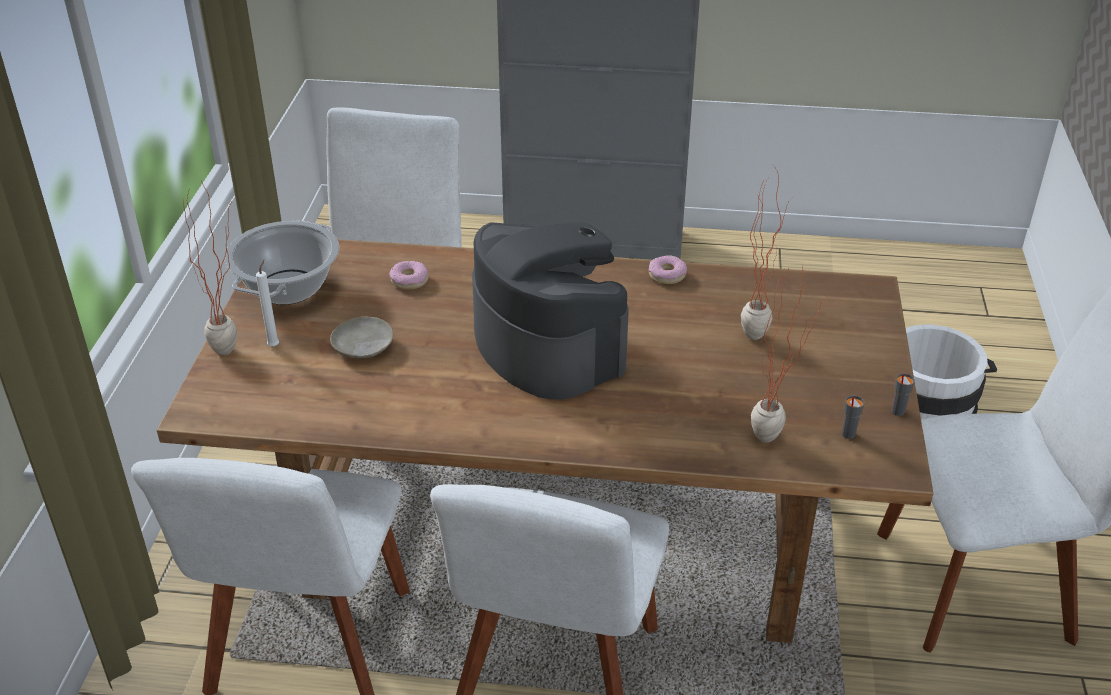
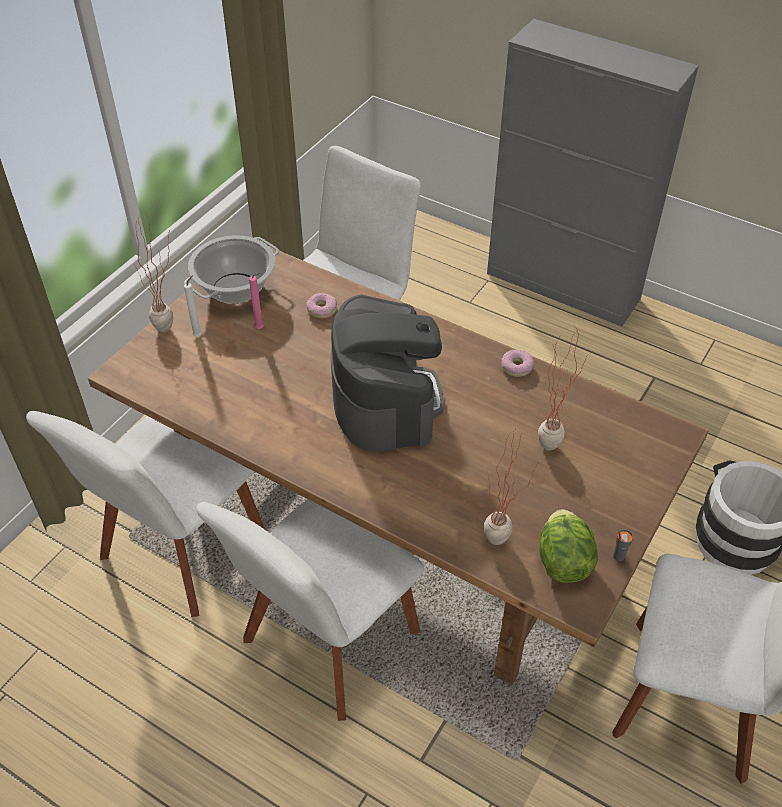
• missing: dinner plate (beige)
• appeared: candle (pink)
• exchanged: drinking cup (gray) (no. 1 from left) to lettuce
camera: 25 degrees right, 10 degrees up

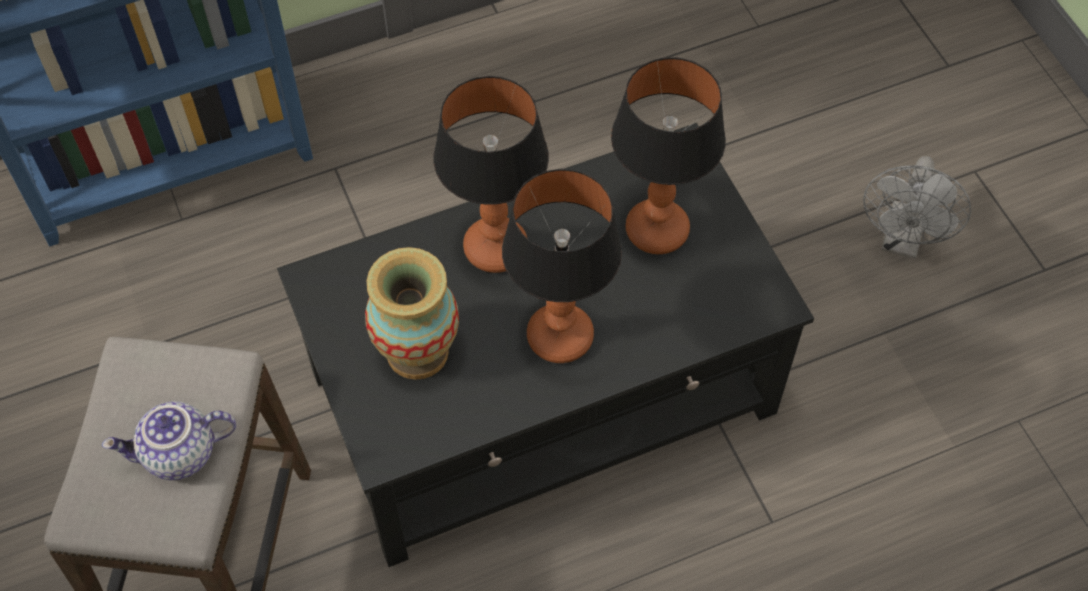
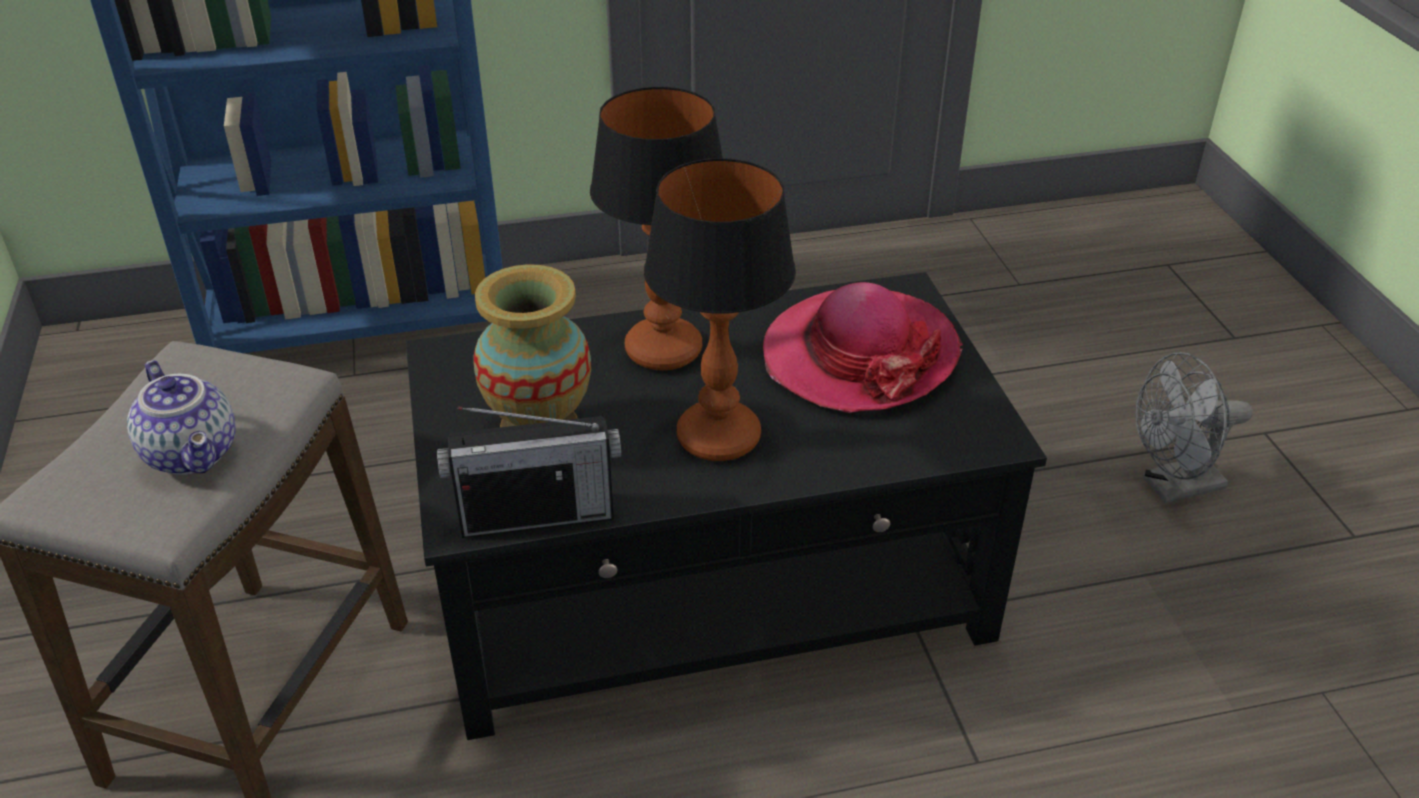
• appeared: radio receiver
• exchanged: tabletop lamp (no. 3 from left) to hat
• spun: pot for tea 120 degrees counterclockwise
• spun: cooling fan (gray) 45 degrees clockwise
camera: 10 degrees right, 20 degrees down

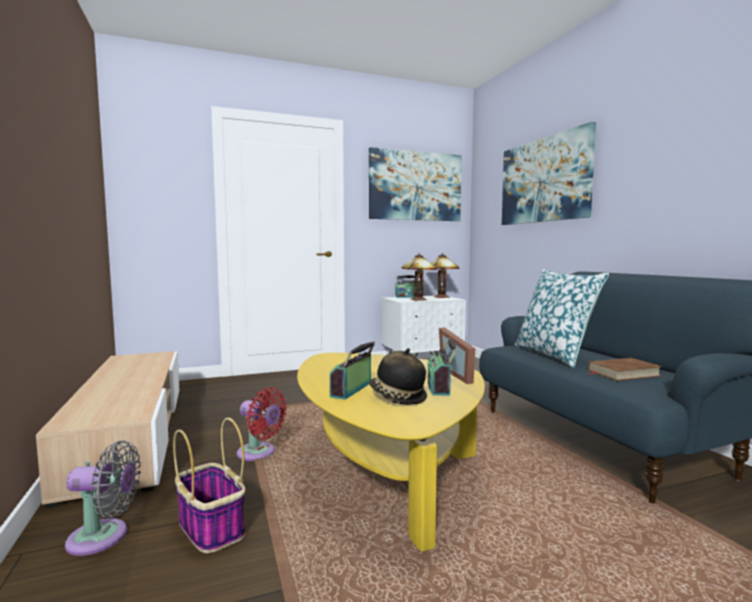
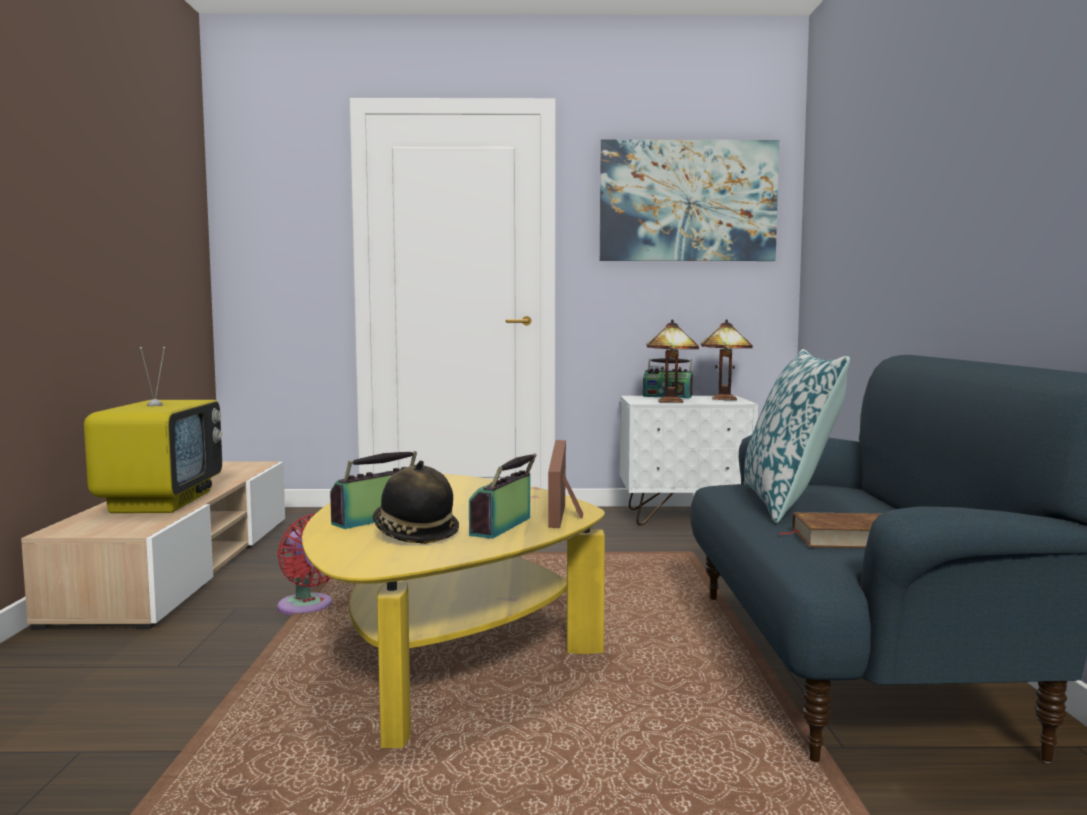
• missing: cooling fan (gray)
• missing: household basket
• missing: wall art (no. 2 from left)
• appeared: television
camera: 20 degrees right, 0 degrees up

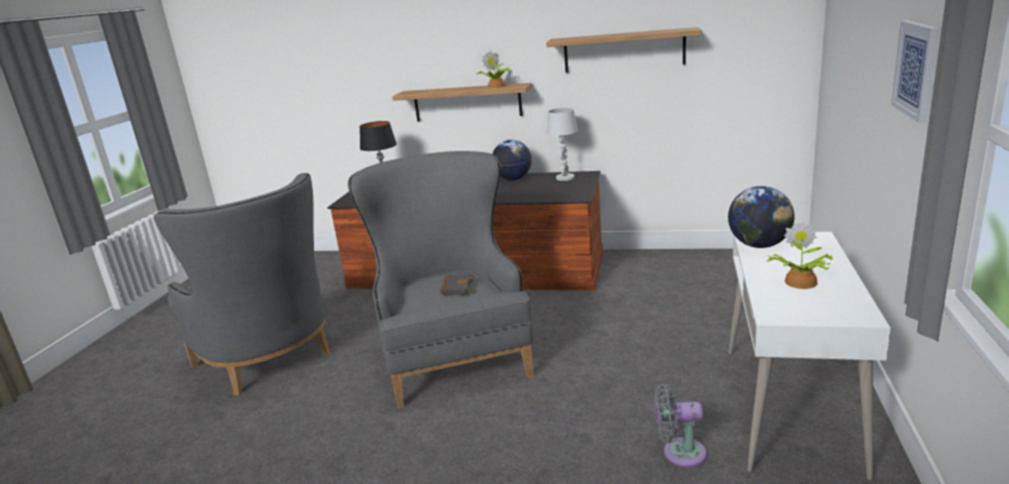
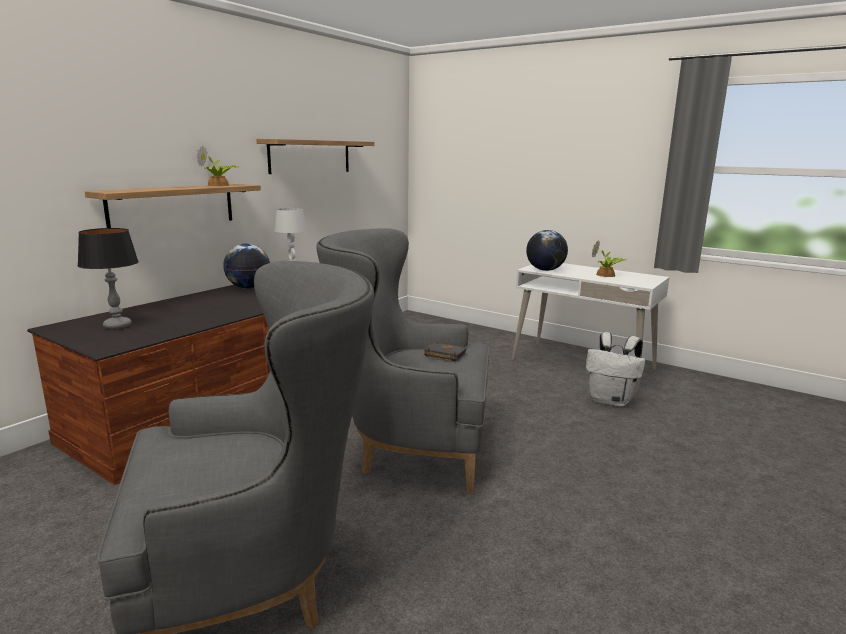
• missing: wall art
• exchanged: cooling fan (gray) to knapsack (whitish)
camera: 70 degrees left, 5 degrees down

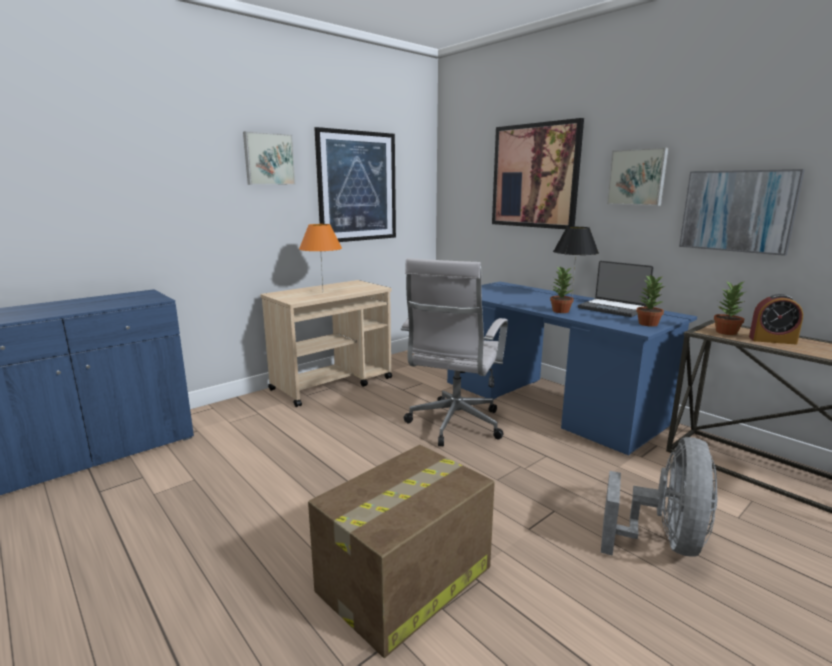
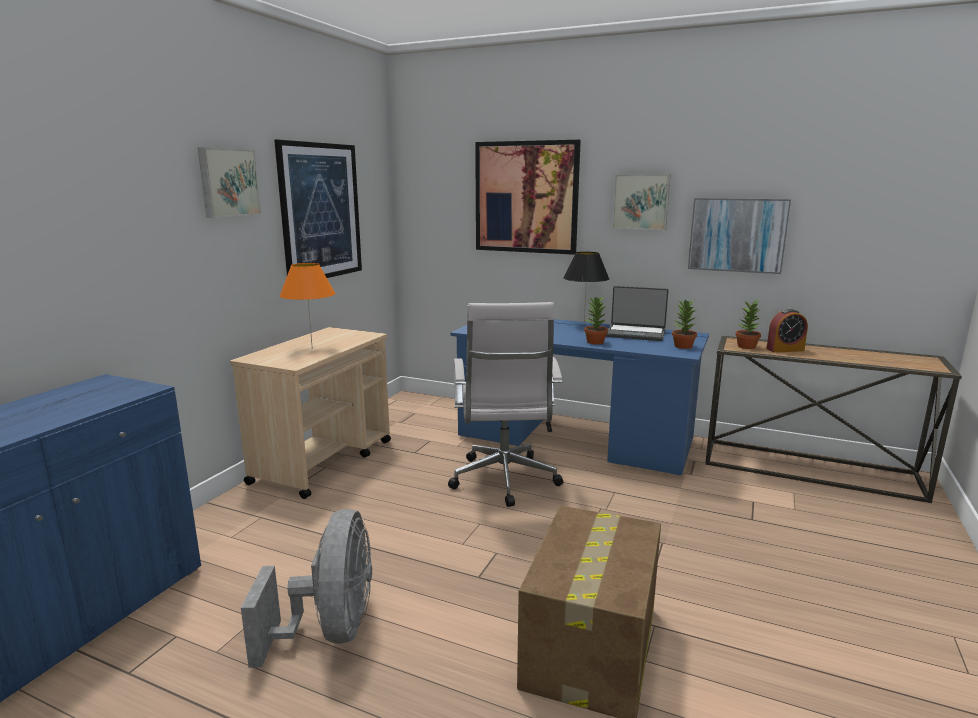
• relocated: cooling fan (gray)
camera: 25 degrees left, 0 degrees up

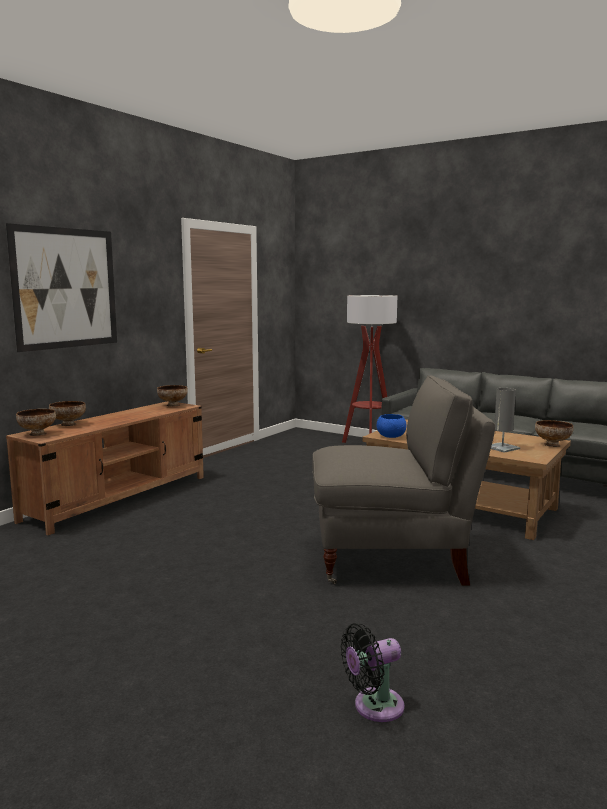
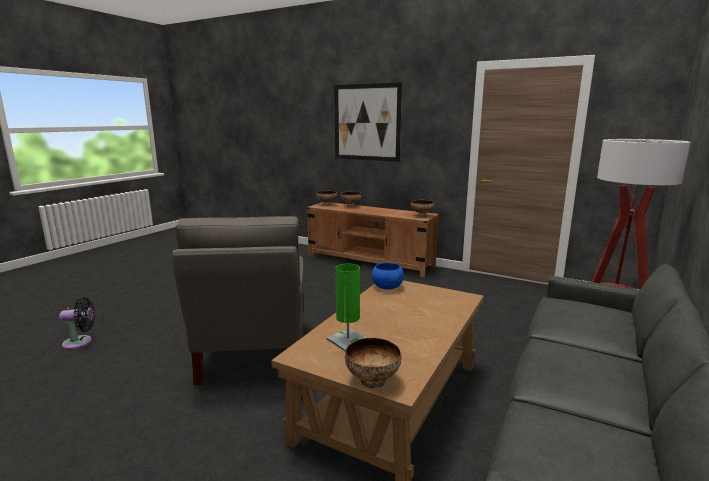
• colour: tabletop lamp (gray) to tabletop lamp (green-coloured)
• spun: cooling fan (black) 105 degrees clockwise
camera: 85 degrees right, 5 degrees up

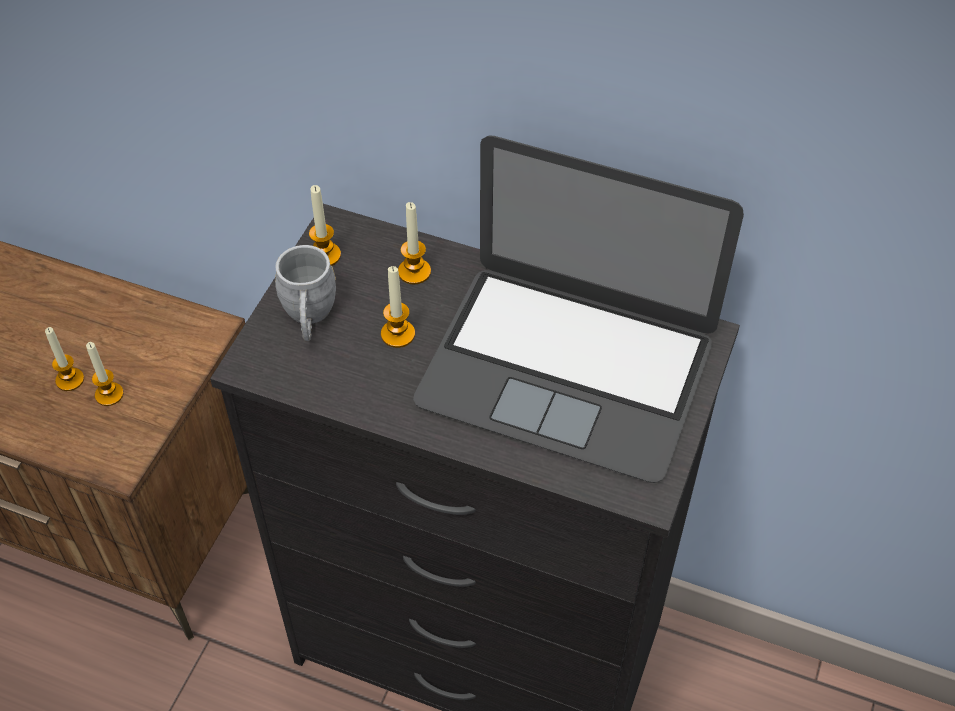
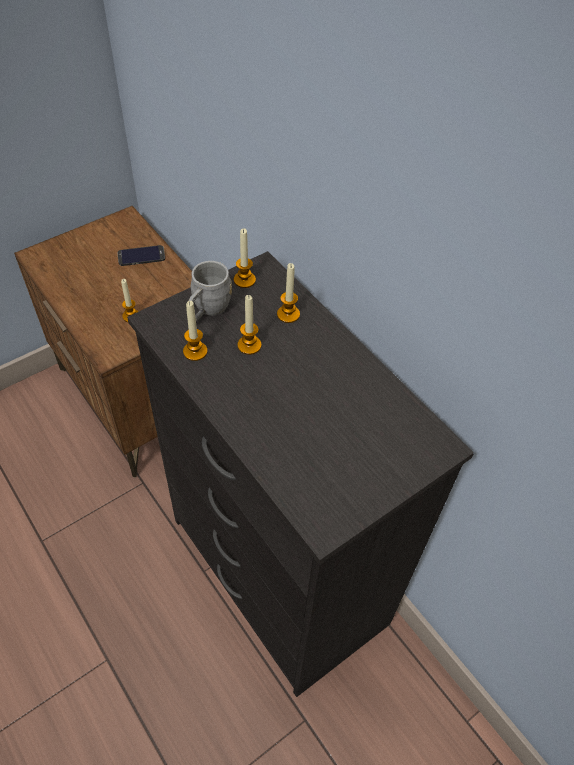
• missing: laptop
• appeared: phone
• relocated: candle (no. 1 from left in the first image) to candle (no. 2 from left)
camera: 30 degrees right, 0 degrees up

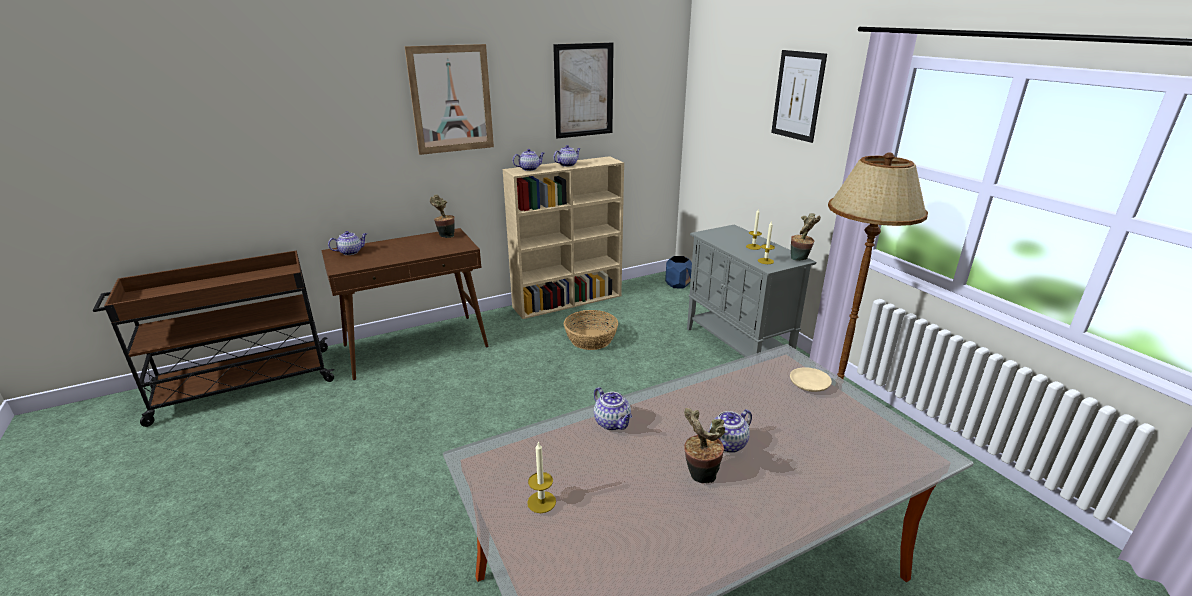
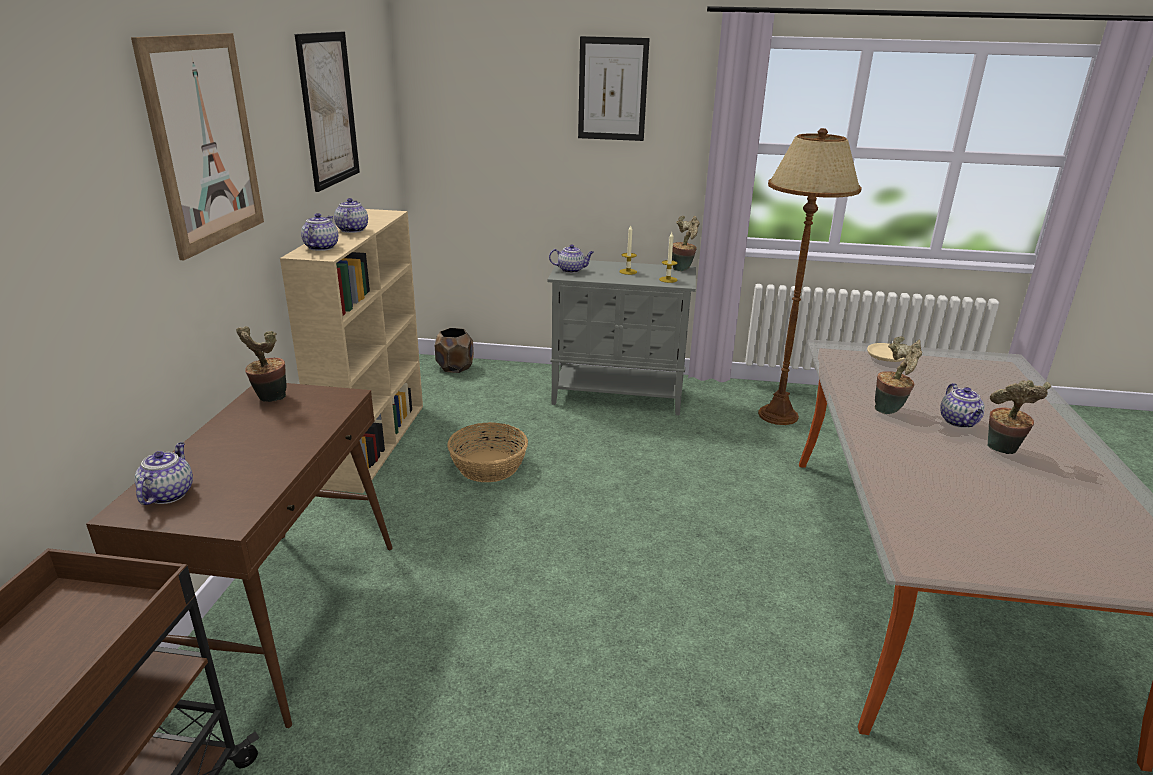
• missing: candle (no. 1 from left)
• appeared: houseplant (no. 3 from left)
• relocated: pot for tea (no. 4 from left)
• colour: flower pot (bluish) to flower pot (brownish)
camera: 55 degrees left, 0 degrees up

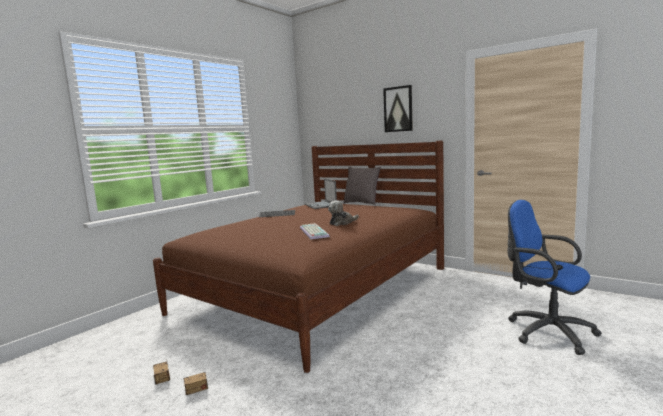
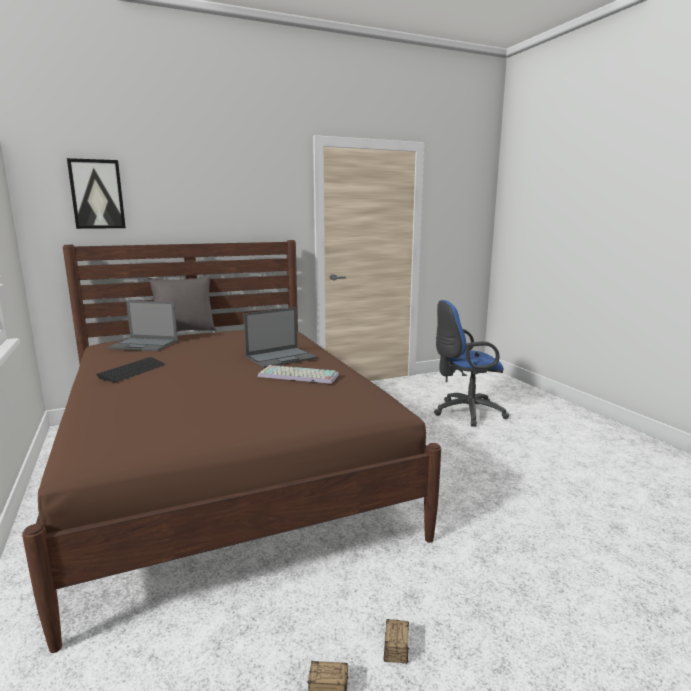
• relocated: wall art
• exchanged: plush toy to laptop (no. 2 from left)
camera: 60 degrees left, 5 degrees up

